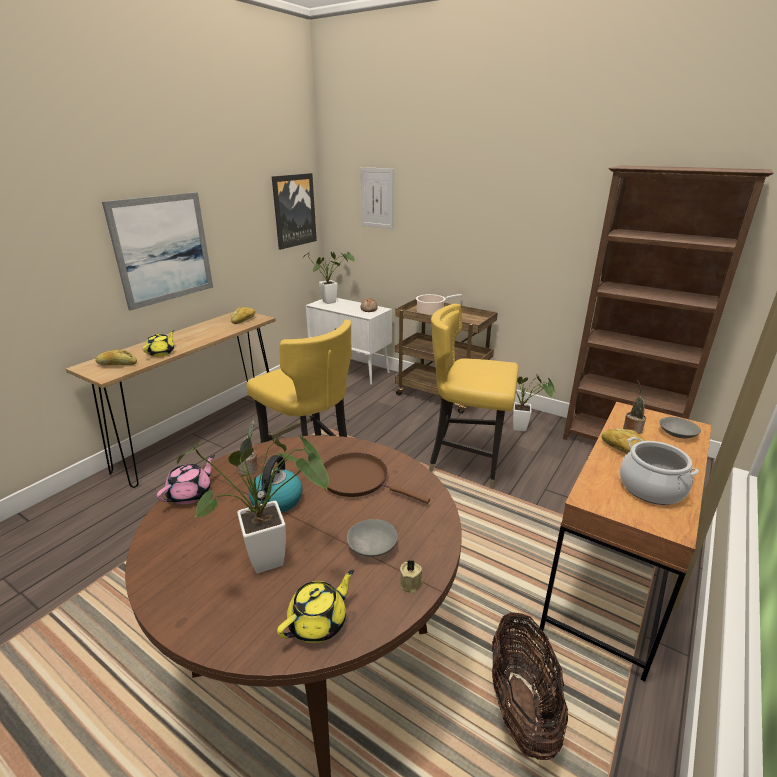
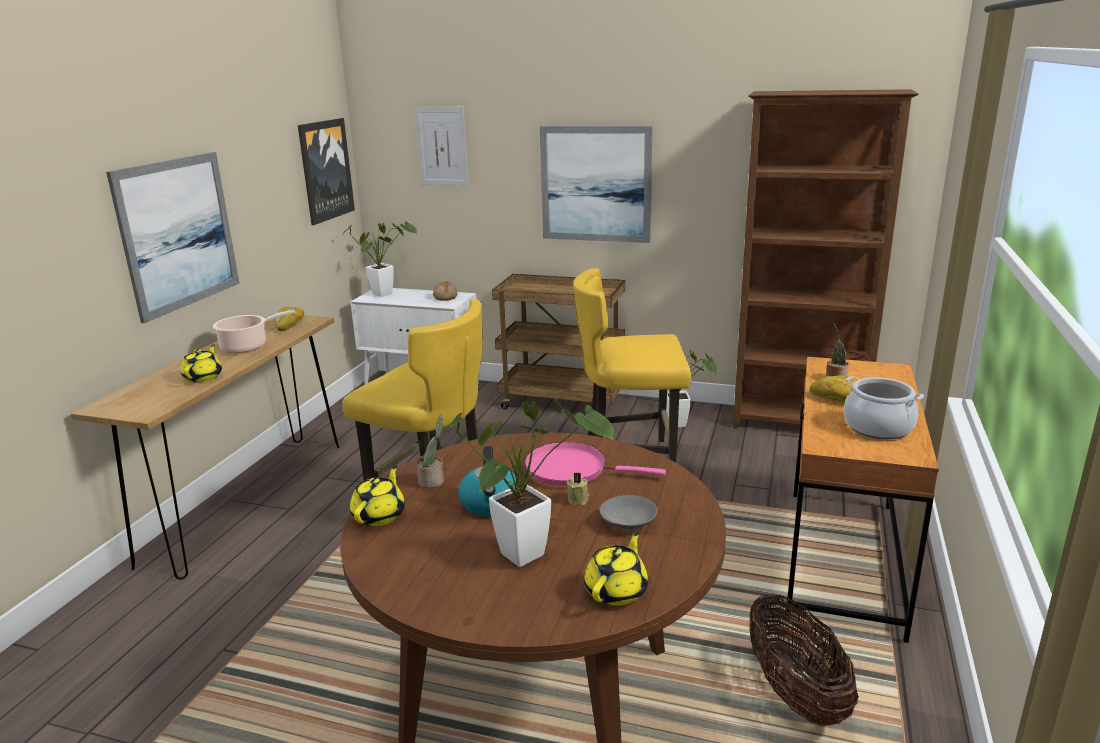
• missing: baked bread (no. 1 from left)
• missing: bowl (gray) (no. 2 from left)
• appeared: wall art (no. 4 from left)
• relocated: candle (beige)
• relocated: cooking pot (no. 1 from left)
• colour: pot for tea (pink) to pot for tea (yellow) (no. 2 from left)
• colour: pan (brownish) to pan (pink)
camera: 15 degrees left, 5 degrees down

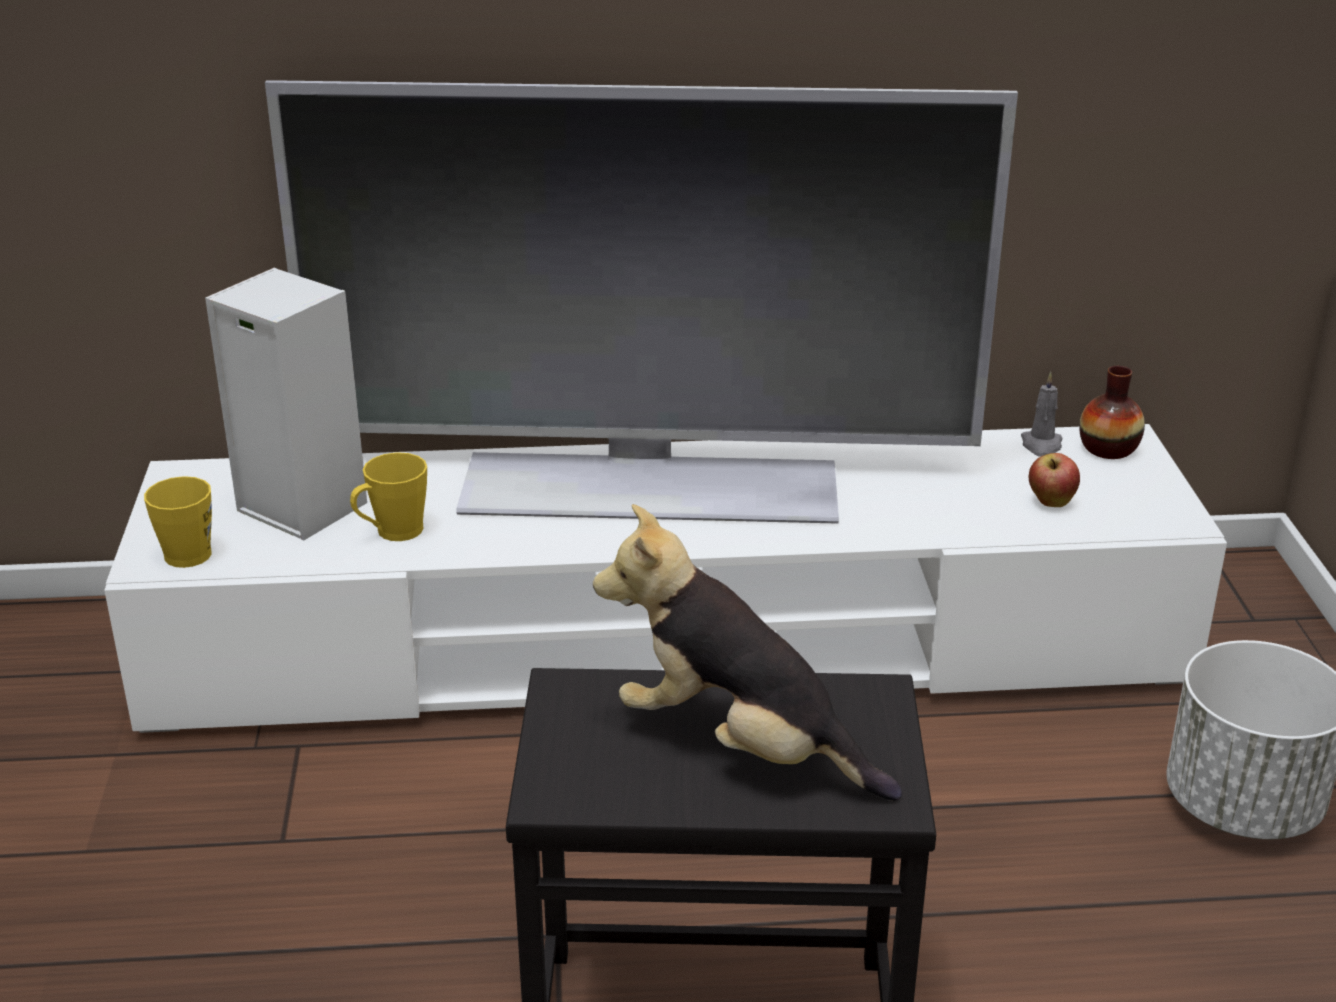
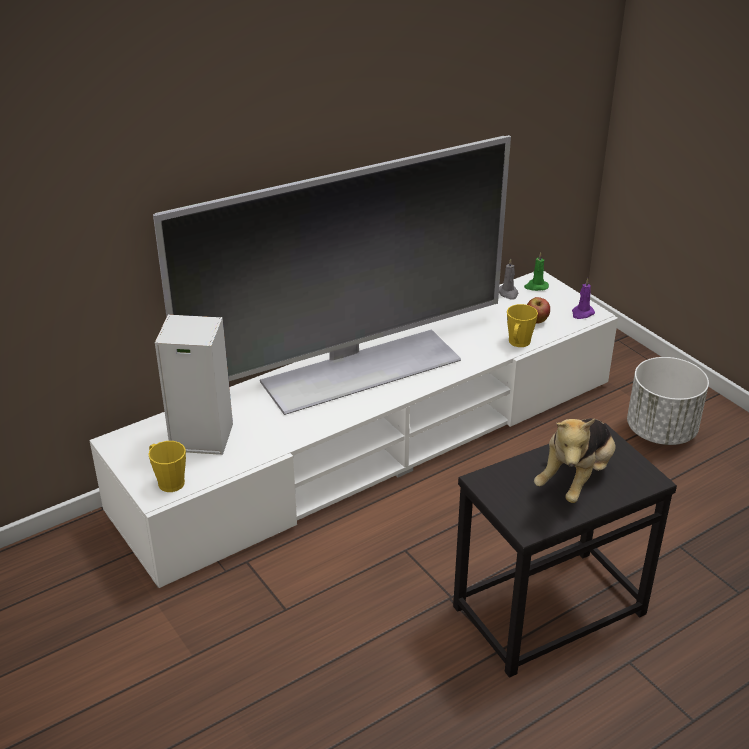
• appeared: candle (purplish)
• relocated: mug (yellow) (no. 2 from left)
• exchanged: vase to candle (green-coloured)
• spun: plush toy 60 degrees counterclockwise
camera: 30 degrees left, 5 degrees up

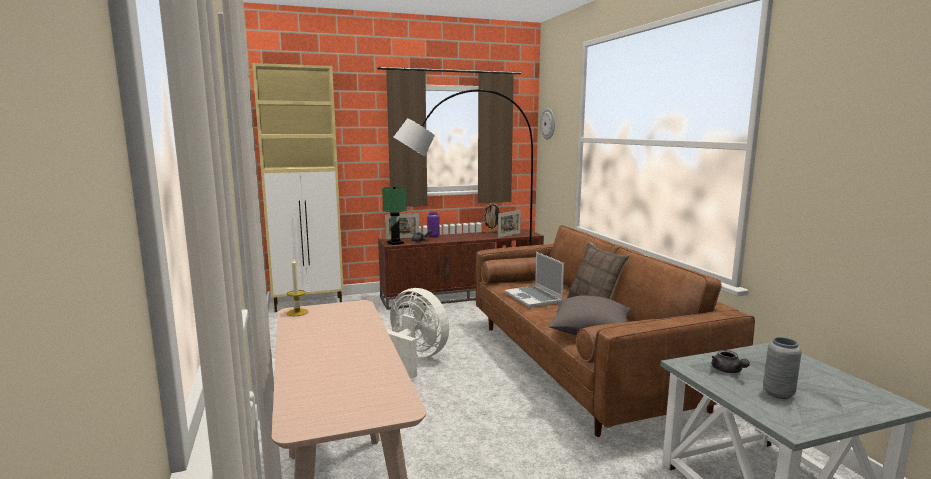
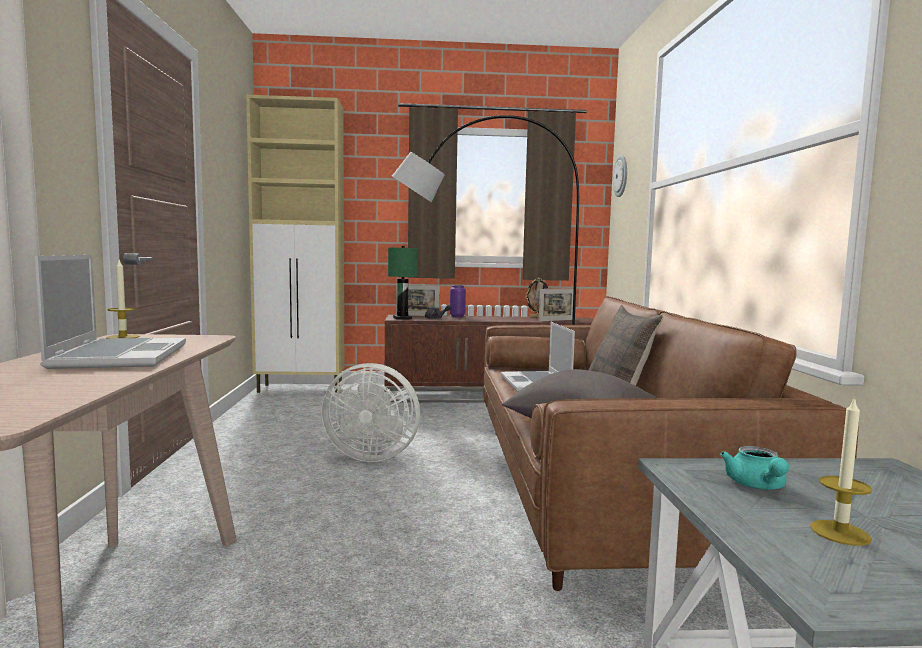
• appeared: laptop (no. 1 from left)
• exchanged: vase (gray) to candle (no. 2 from left)
• colour: pot for tea (gray) (no. 2 from left) to pot for tea (turquoise)
• spun: cooling fan (whitish) 135 degrees clockwise
camera: 15 degrees right, 5 degrees down

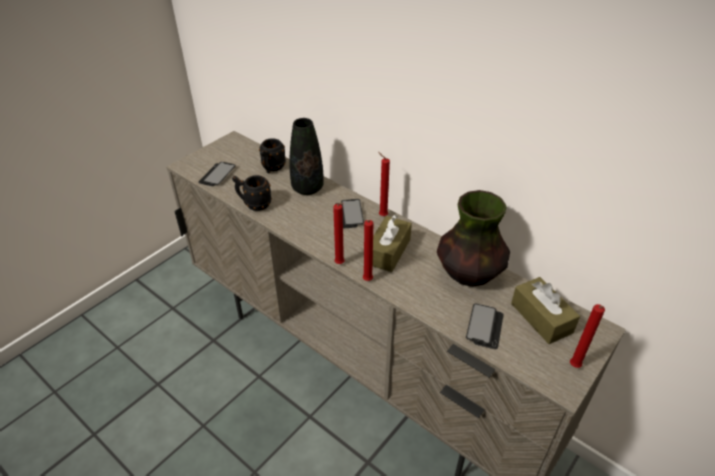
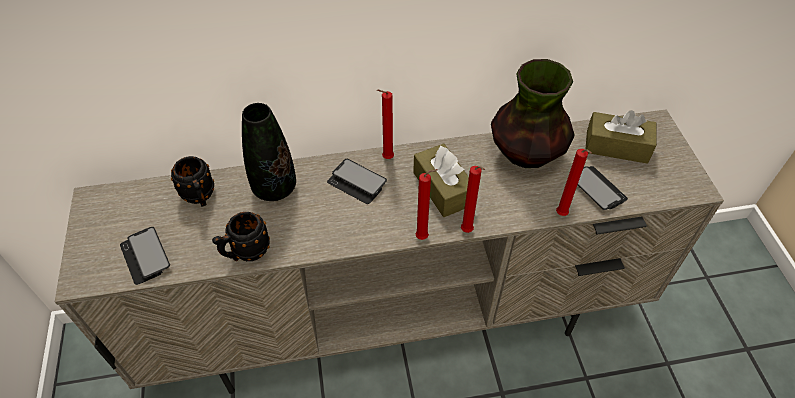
• relocated: candle (reddish) (no. 4 from left)
camera: 50 degrees left, 10 degrees up

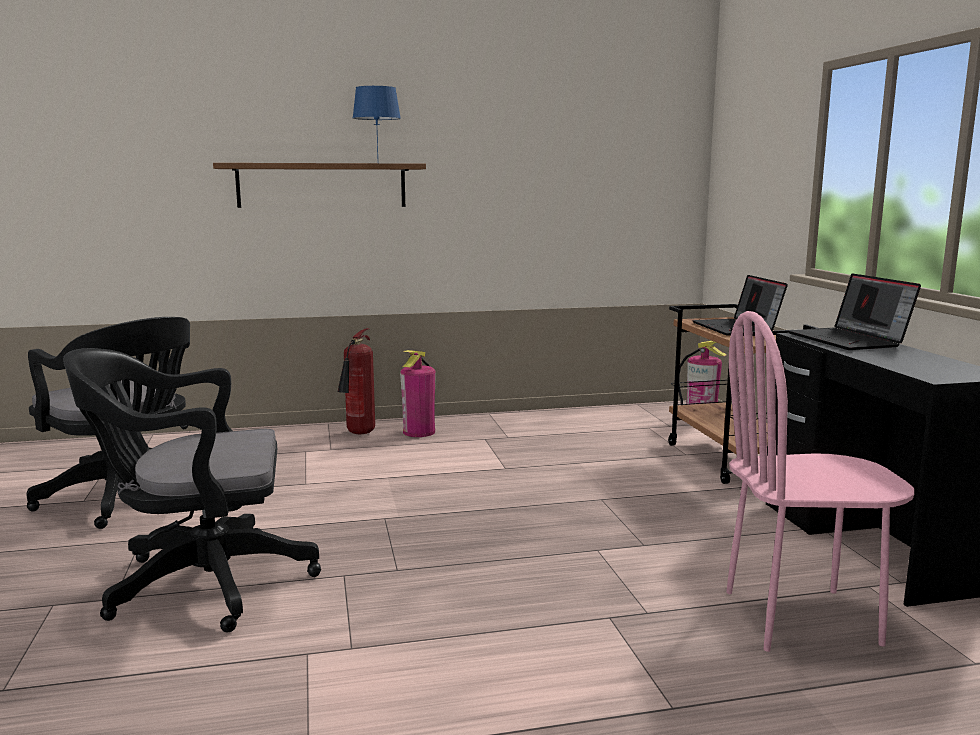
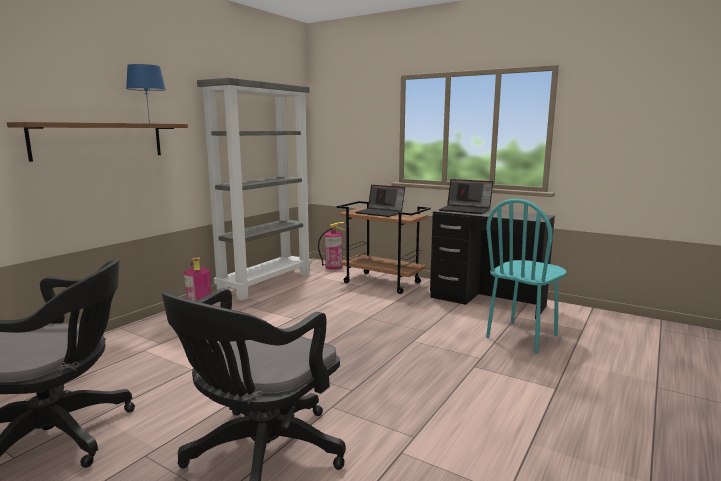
• missing: fire-fighting cylinder (no. 1 from left)
• appeared: shelving unit (gray)
• colour: plain chair (pink) to plain chair (turquoise)
camera: 45 degrees left, 0 degrees up

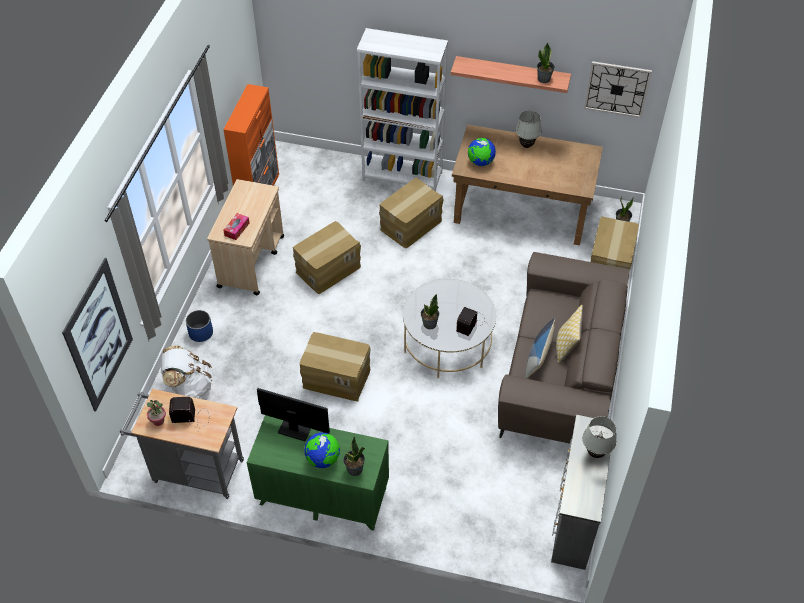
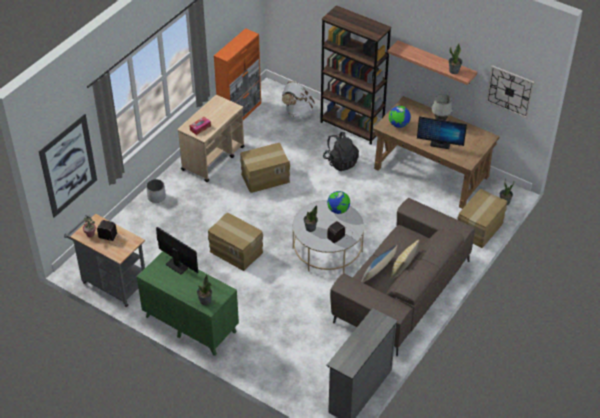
• missing: tabletop lamp (whitish) (no. 2 from left)
• appeared: computer display (no. 2 from left)
• relocated: knapsack (whitish)
• relocated: world globe (no. 1 from left)
• exchanged: packing box (no. 3 from left) to knapsack (black)
• colour: flower pot (bluish) to flower pot (whitish)
• colour: shelving unit (whitish) to shelving unit (brownish)
camera: 20 degrees right, 5 degrees down

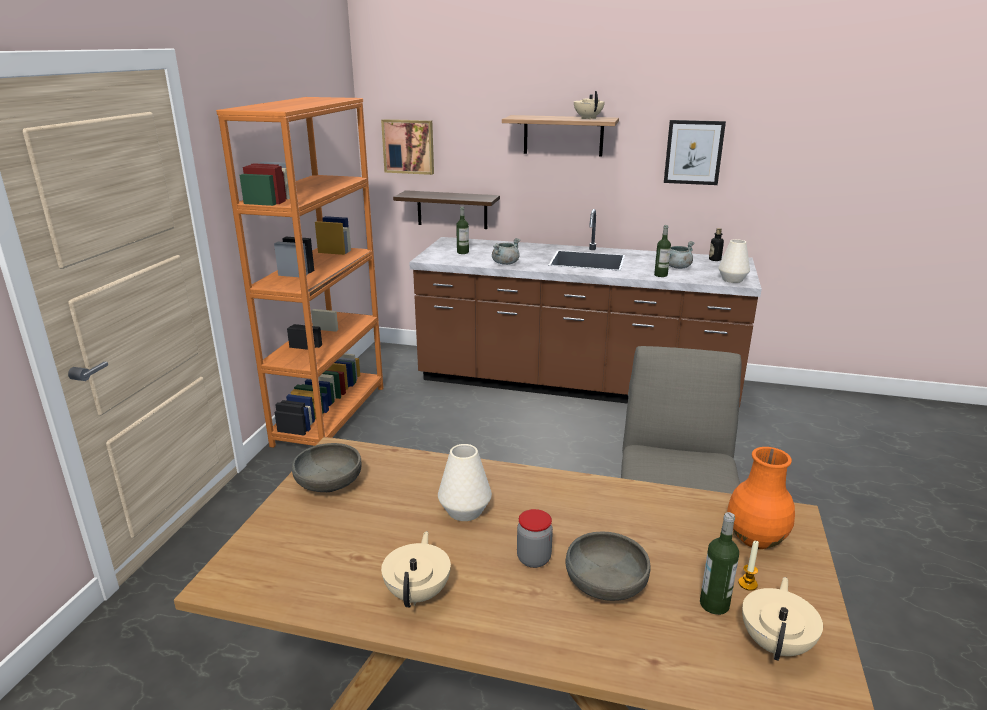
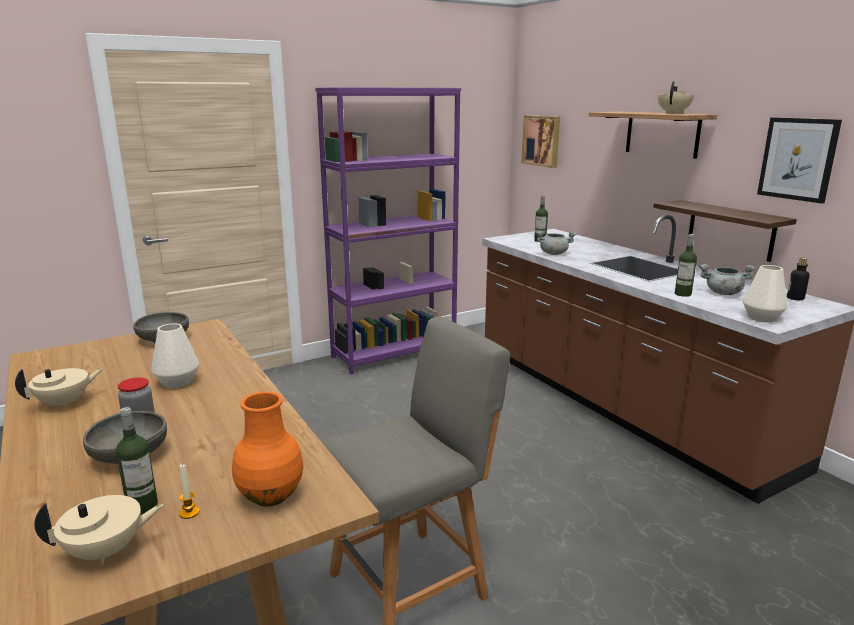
• relocated: bracket shelf (no. 1 from left in the first image) to bracket shelf (no. 2 from left)
• colour: shelving unit (orange) to shelving unit (purplish)
camera: 45 degrees right, 5 degrees down

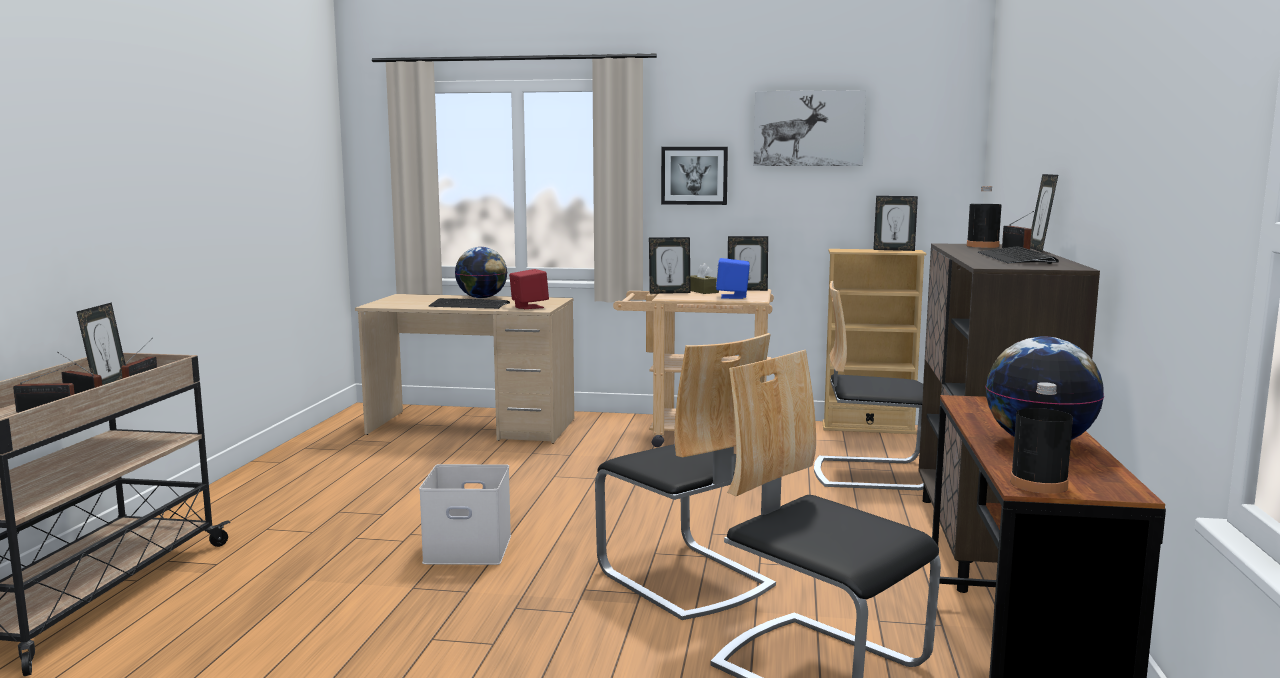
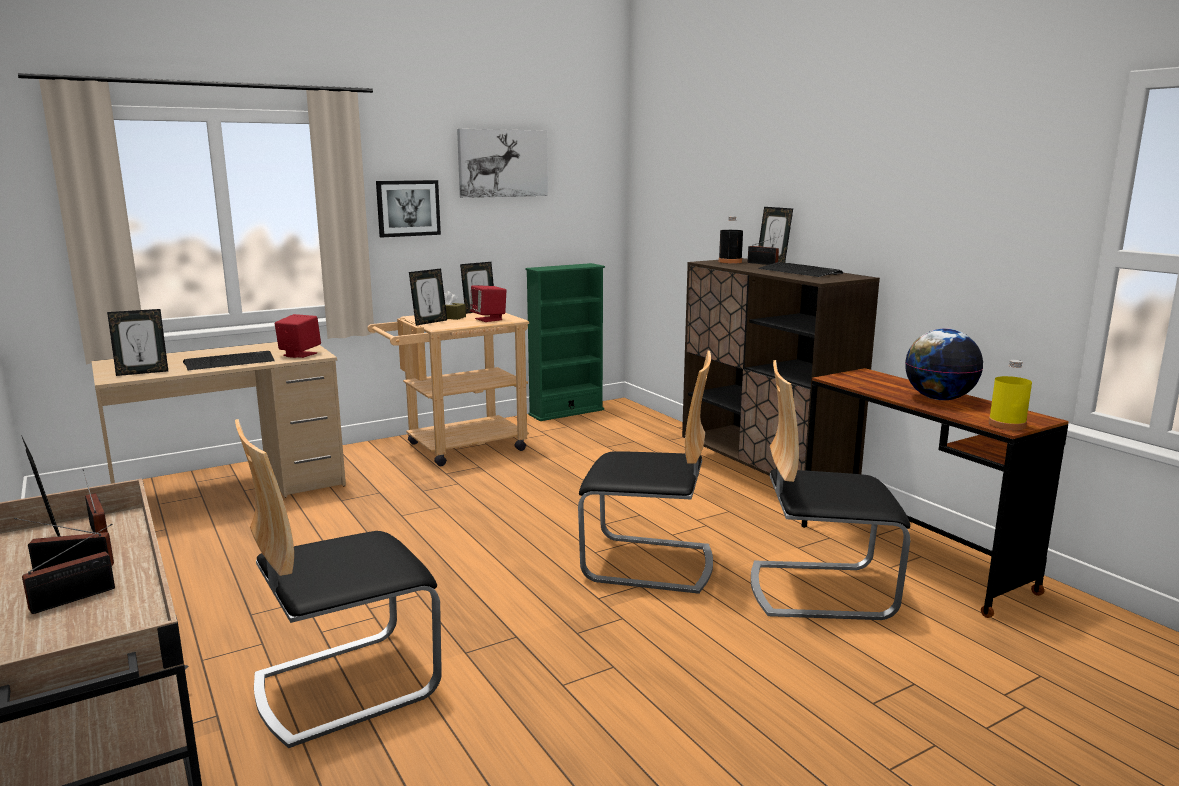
• missing: storage bin (whitish)
• missing: world globe (no. 1 from left)
• relocated: plain chair (no. 3 from left in the first image) to plain chair (no. 1 from left)
• relocated: picture frame (no. 4 from left in the first image) to picture frame (no. 2 from left)
• colour: speaker (bluish) to speaker (reddish) (no. 2 from left)
• colour: shelving unit (beige) to shelving unit (green-coloured)
• colour: bottle (black) (no. 2 from left) to bottle (yellow)
camera: 40 degrees left, 5 degrees up

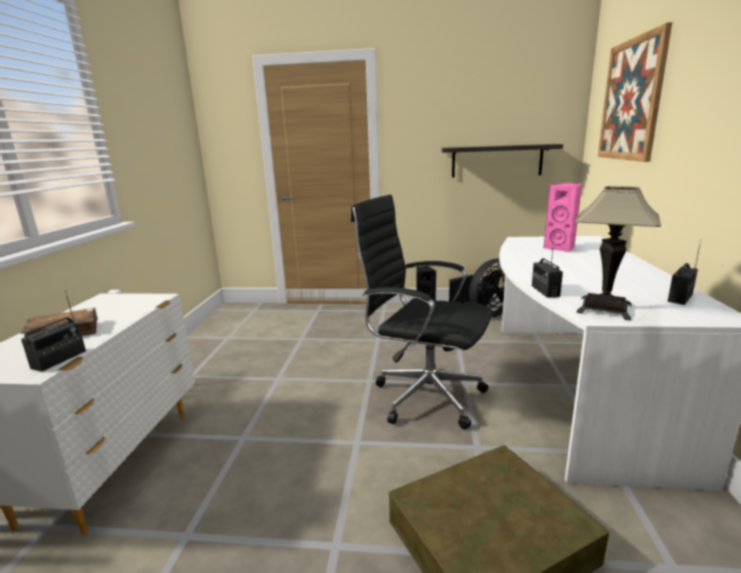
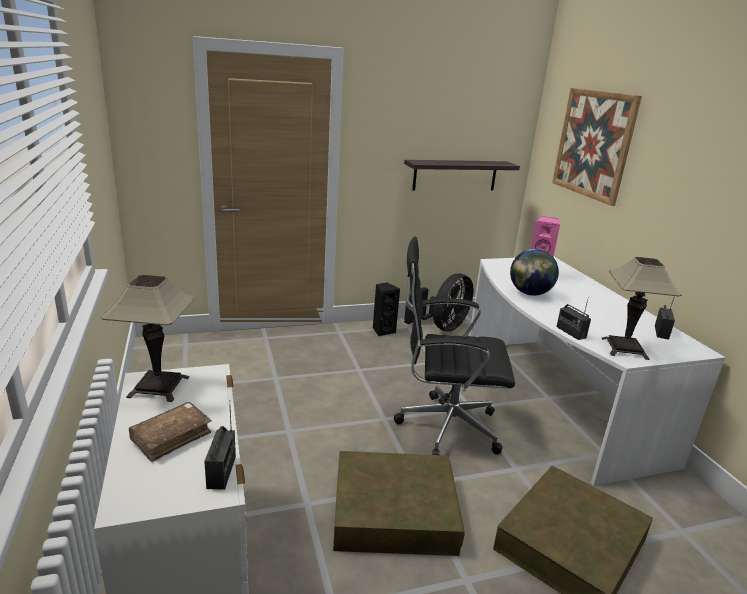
• appeared: tabletop lamp (no. 1 from left)
• appeared: storage bin (brownish) (no. 1 from left)
• appeared: world globe
camera: 25 degrees left, 5 degrees up

